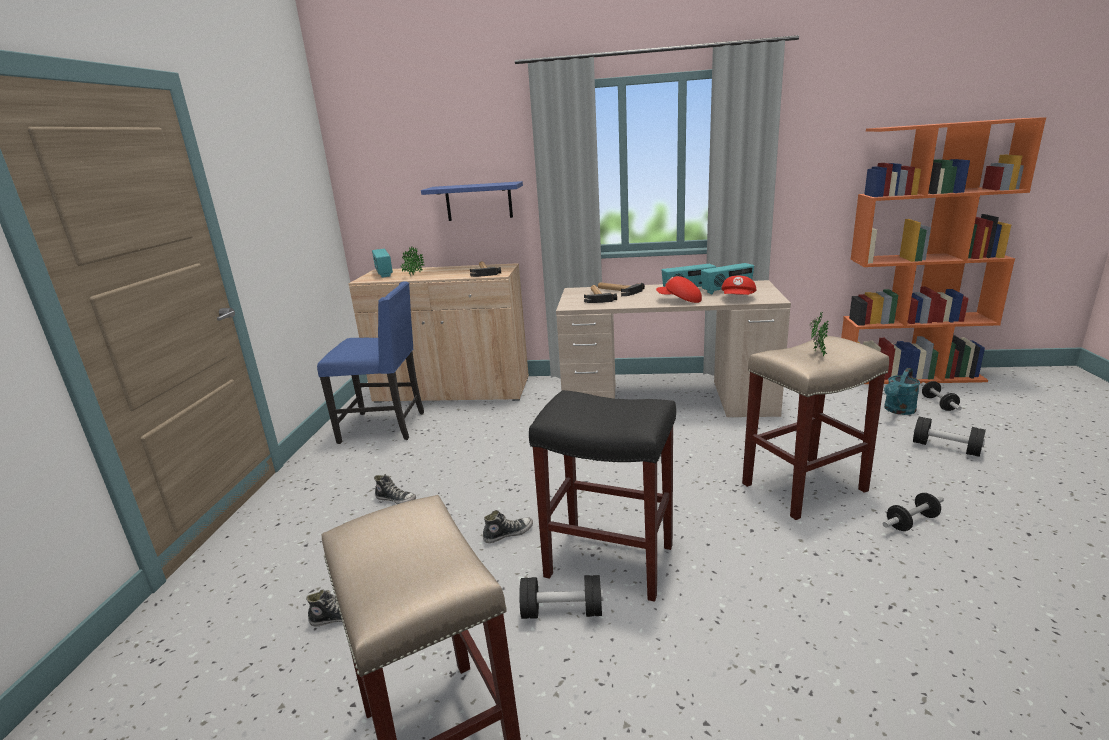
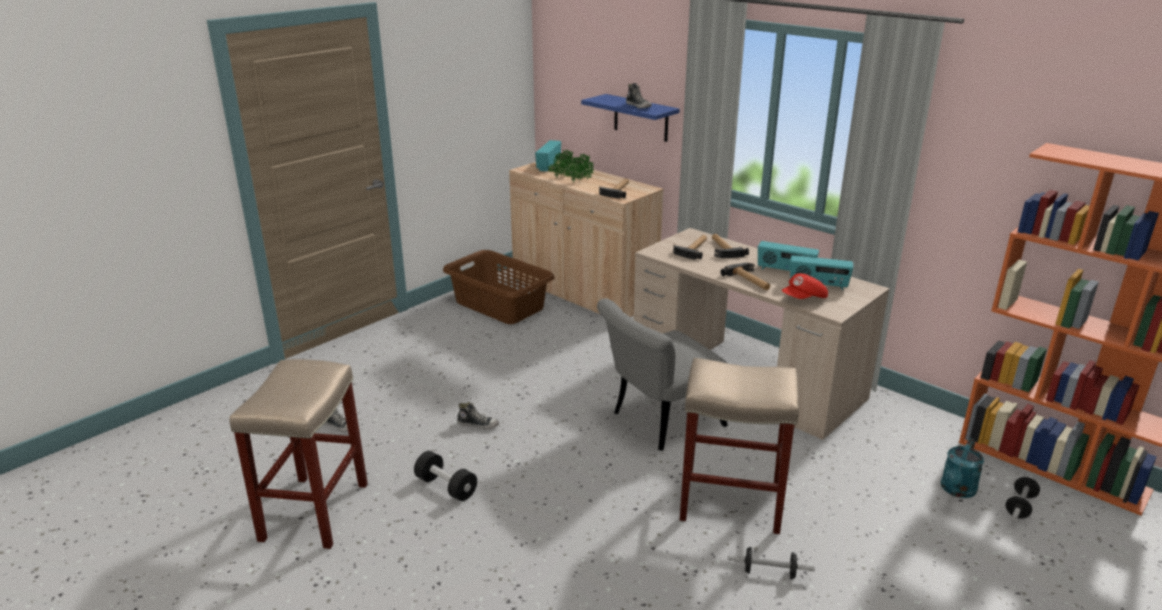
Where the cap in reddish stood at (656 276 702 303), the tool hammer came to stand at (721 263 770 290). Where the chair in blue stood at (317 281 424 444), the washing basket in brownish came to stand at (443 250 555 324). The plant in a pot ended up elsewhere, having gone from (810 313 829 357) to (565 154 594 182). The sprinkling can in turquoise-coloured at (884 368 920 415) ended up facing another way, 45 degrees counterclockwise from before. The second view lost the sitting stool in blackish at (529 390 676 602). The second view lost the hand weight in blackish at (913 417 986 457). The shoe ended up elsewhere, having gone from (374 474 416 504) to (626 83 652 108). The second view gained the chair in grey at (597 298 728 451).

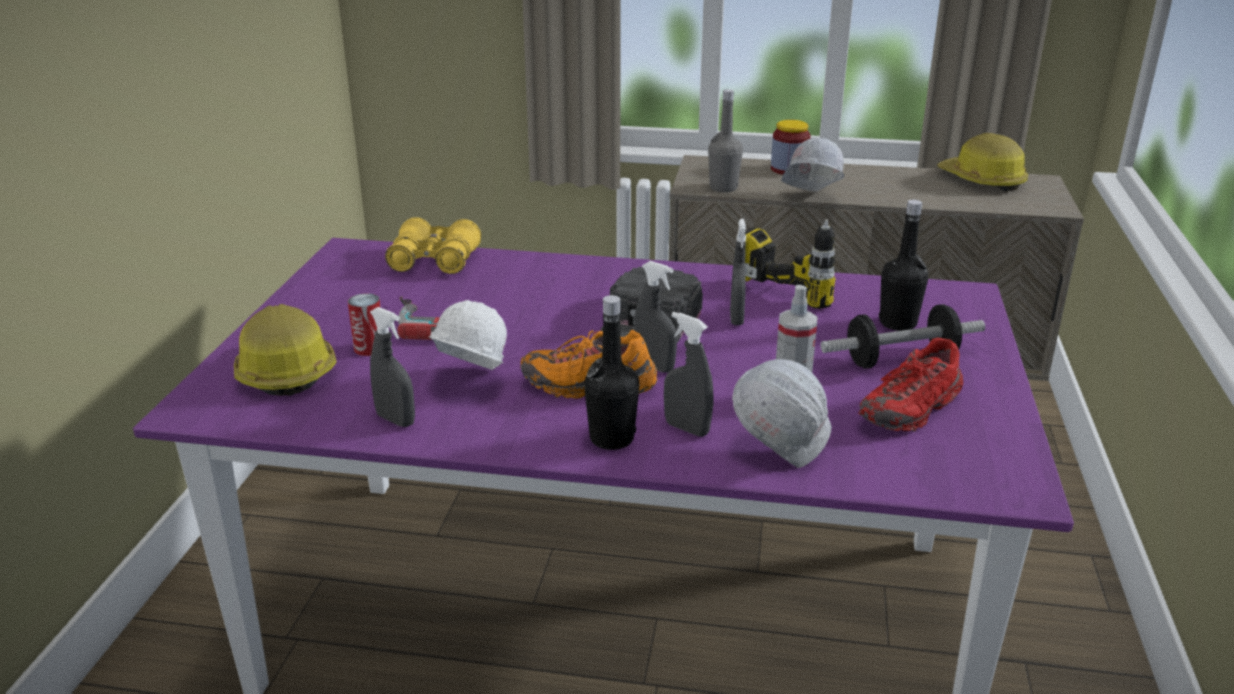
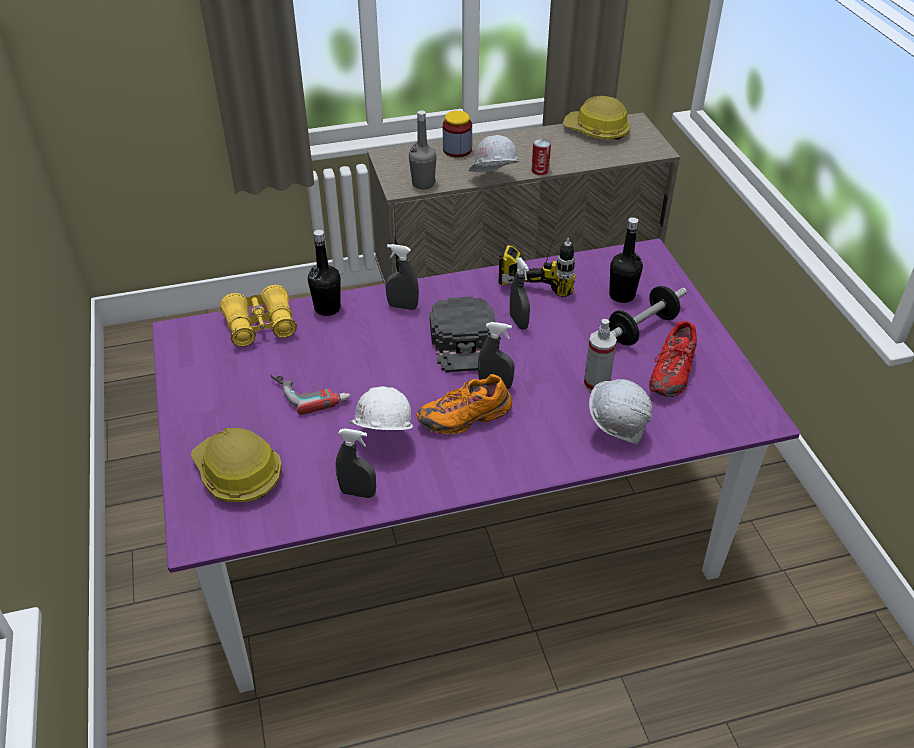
The metal can ended up elsewhere, having gone from (348 293 380 356) to (531 139 551 175). The beverage bottle in blackish ended up elsewhere, having gone from (584 295 639 450) to (308 230 341 316). The spray bottle in grey ended up elsewhere, having gone from (664 312 713 437) to (385 244 419 310).

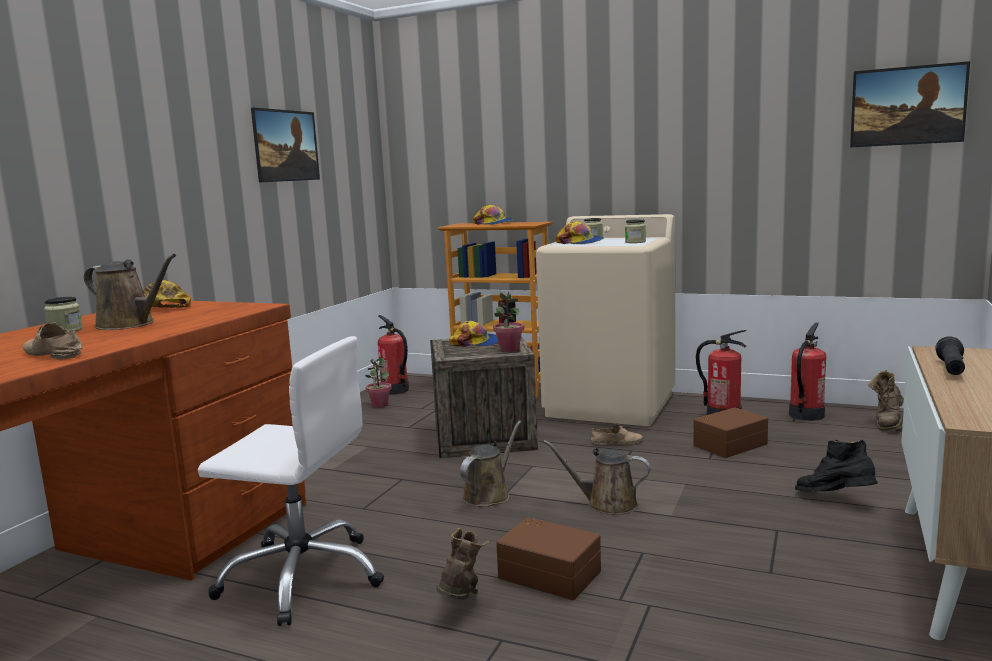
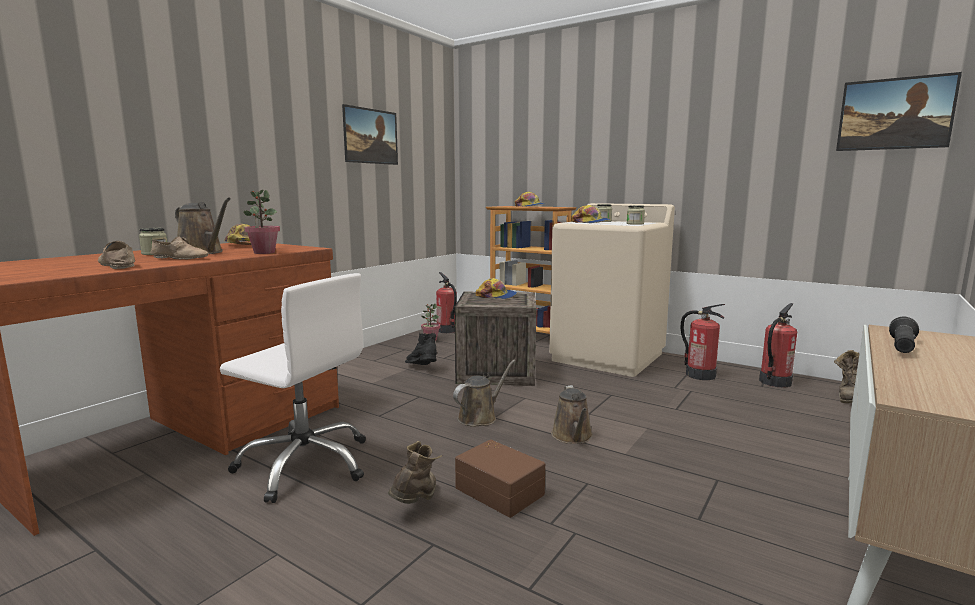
The plant in a pot ended up elsewhere, having gone from (493 291 524 352) to (243 190 280 254). The second view lost the storage box in brownish at (693 407 768 458). The shoe in beige-coloured ended up elsewhere, having gone from (591 424 643 445) to (150 236 209 259). The sprinkling can in brownish at (543 440 651 515) ended up facing another way, 120 degrees counterclockwise from before. The tall boot in blackish ended up elsewhere, having gone from (795 440 878 492) to (405 333 437 365).

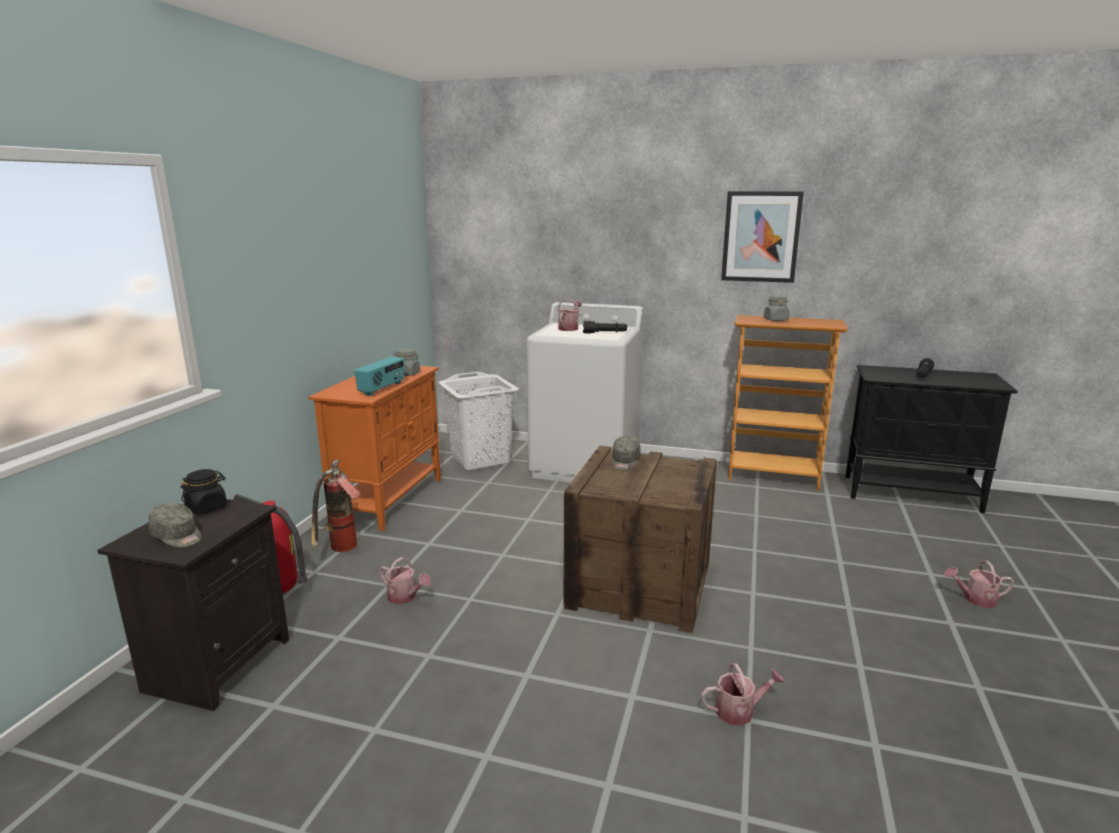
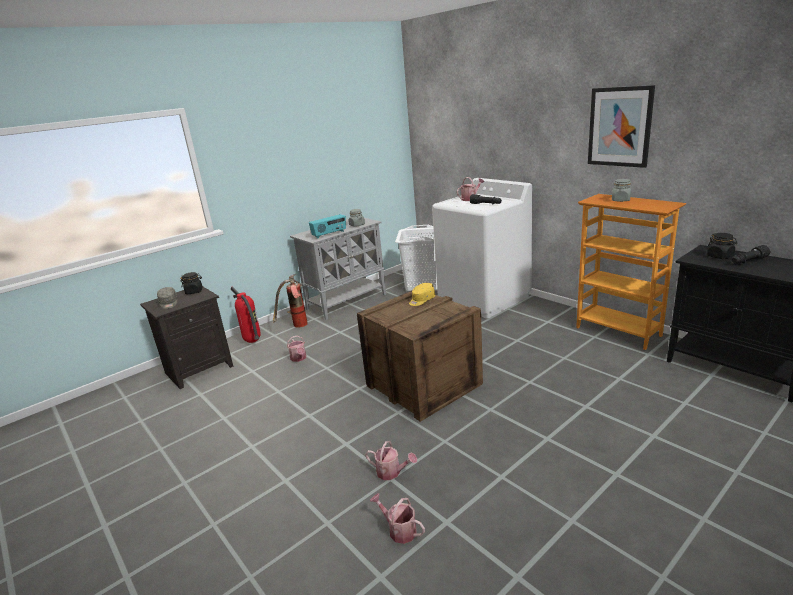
What was the storage cabinet in orange at (308 366 441 531) turned into the storage cabinet in grey at (290 218 386 320). What was the cap in grey at (612 436 641 470) turned into the cap in yellow at (409 283 435 306). The sprinkling can ended up elsewhere, having gone from (945 560 1014 608) to (370 493 425 544). The second view gained the jar in blackish at (707 233 737 259).

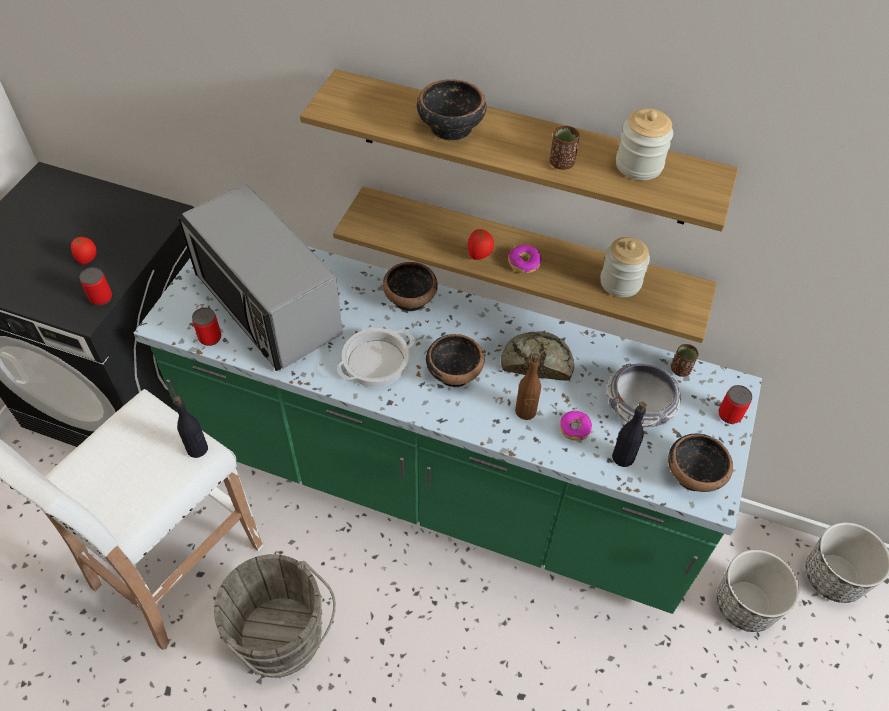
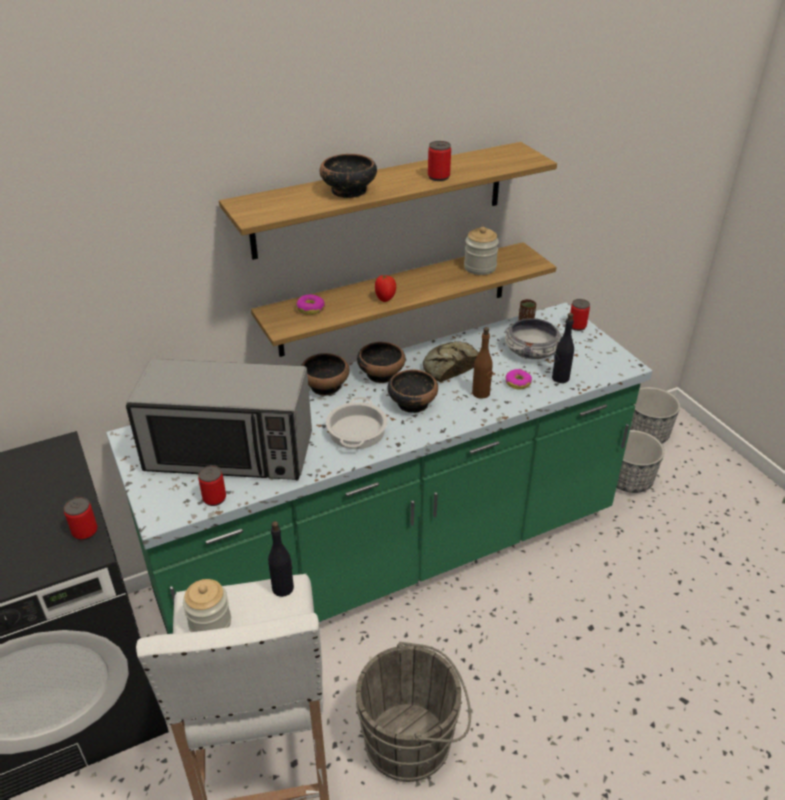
The jar ended up elsewhere, having gone from (616 109 673 180) to (183 579 231 632). Where the drinking cup in brownish stood at (550 126 580 170), the metal can came to stand at (428 141 451 181). The second view lost the fresh tomato at (71 236 97 264). The doughnut ended up elsewhere, having gone from (508 245 542 273) to (296 295 325 315). The deep dish ended up elsewhere, having gone from (668 434 733 492) to (357 342 406 383).

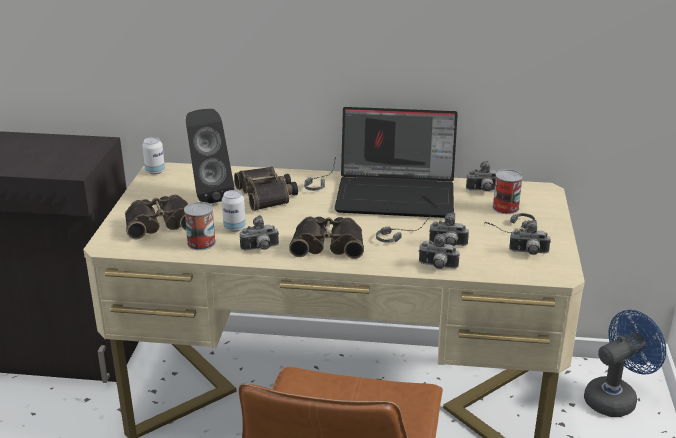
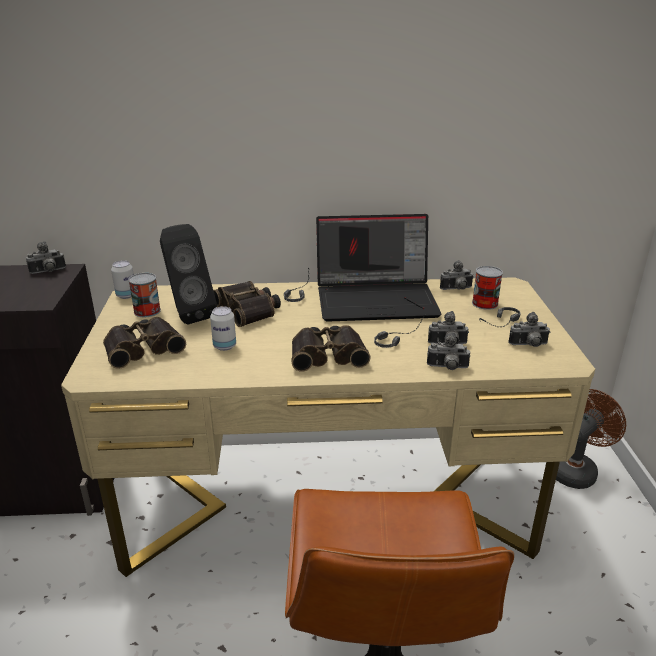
The metal can ended up elsewhere, having gone from (184 202 216 250) to (128 273 161 317). The photo camera ended up elsewhere, having gone from (240 215 279 251) to (26 241 66 274). What was the electric fan in blue at (584 310 666 417) turned into the electric fan in brownish at (556 389 626 489).

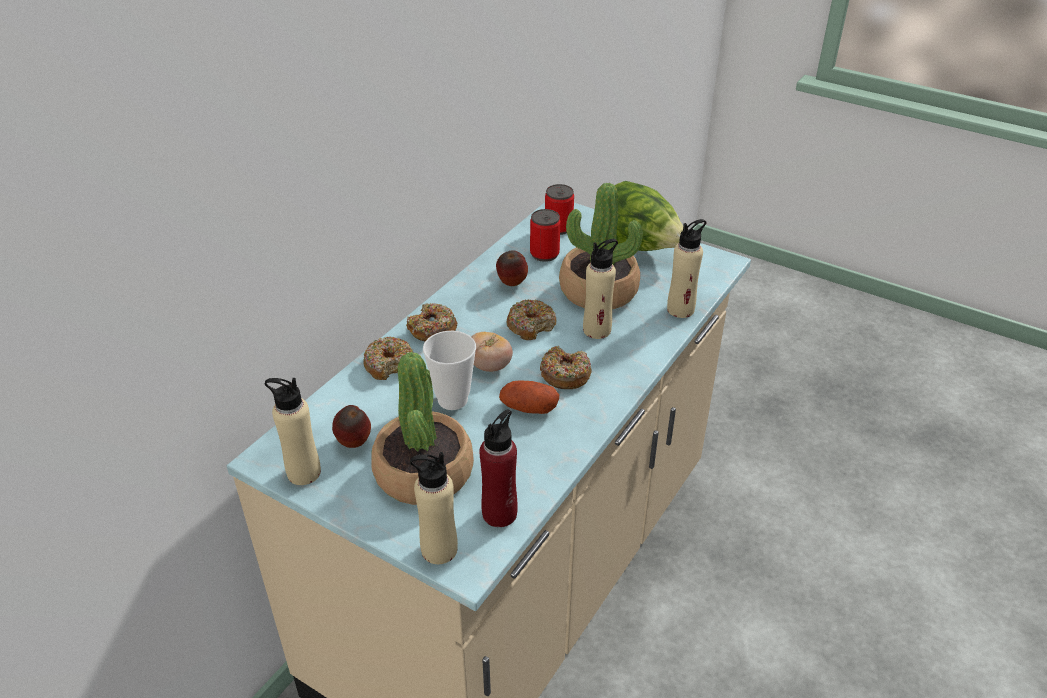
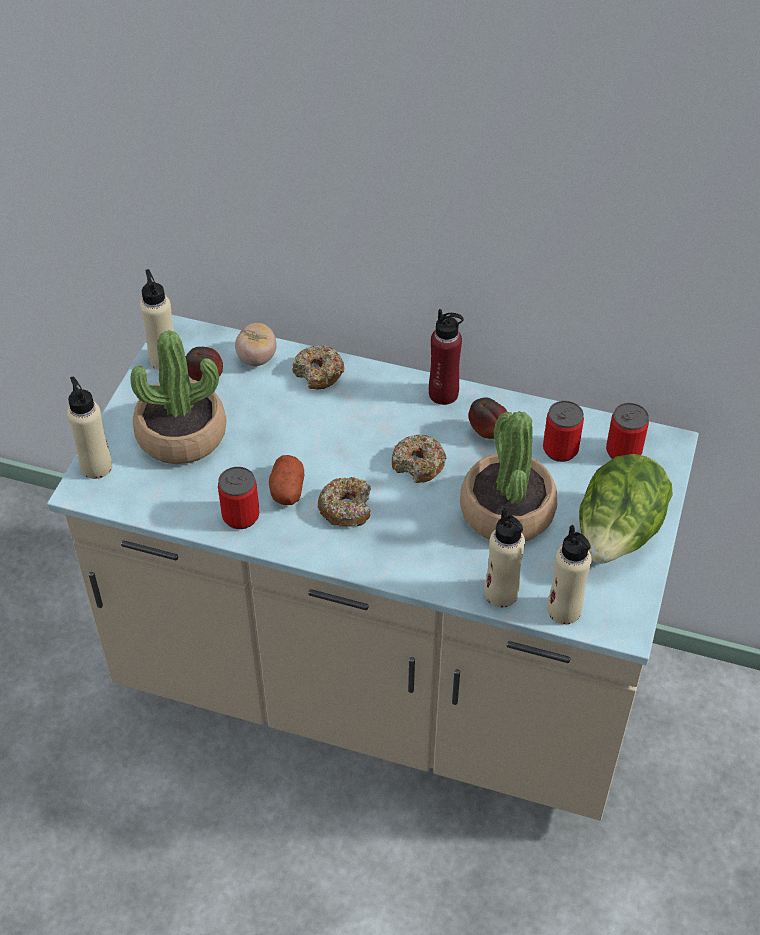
The beverage bottle in beige-coloured ended up elsewhere, having gone from (583 239 618 339) to (547 525 592 624). The second view lost the doughnut at (406 303 457 341). The second view lost the drinking cup at (423 331 476 410). The fresh tomato ended up elsewhere, having gone from (472 332 513 372) to (235 323 276 366). The beverage bottle in reddish ended up elsewhere, having gone from (479 409 518 527) to (429 309 464 405). The second view gained the metal can at (218 467 259 529).

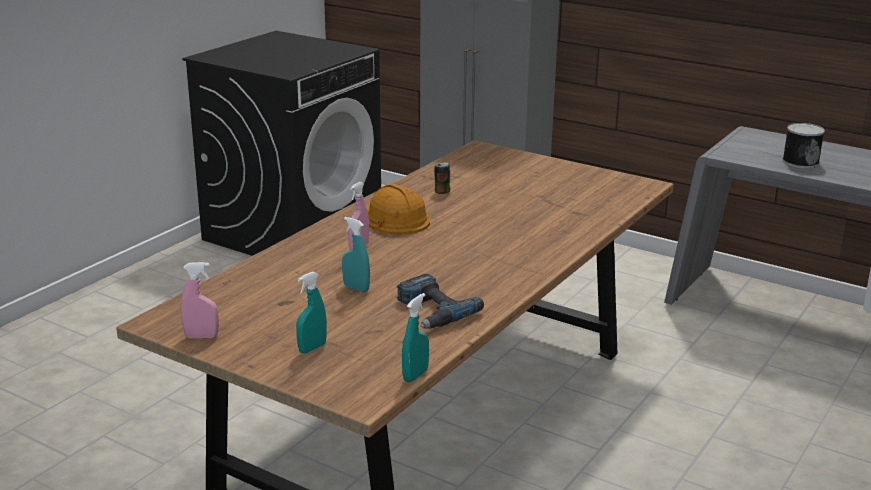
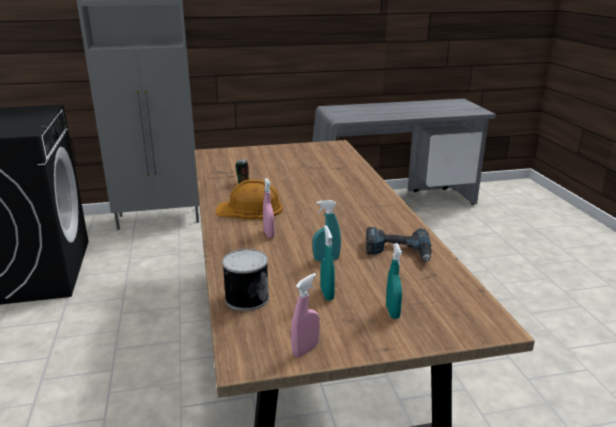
The metal can ended up elsewhere, having gone from (782 123 825 168) to (222 249 269 311). The spray bottle in turquoise-coloured ended up elsewhere, having gone from (402 293 429 382) to (320 225 335 301).

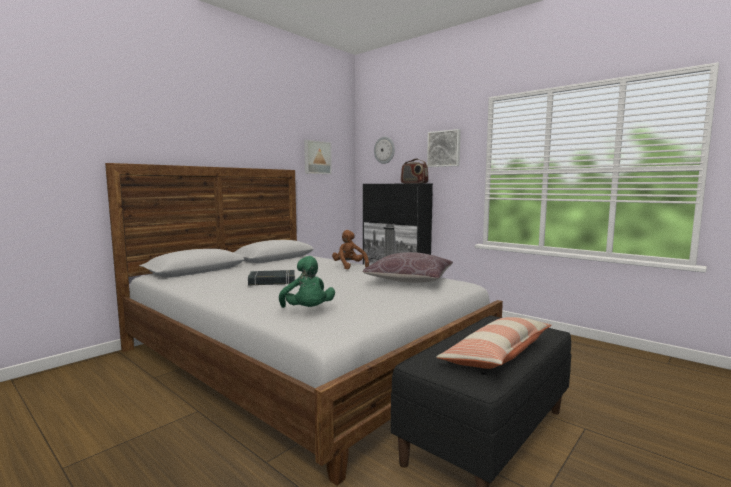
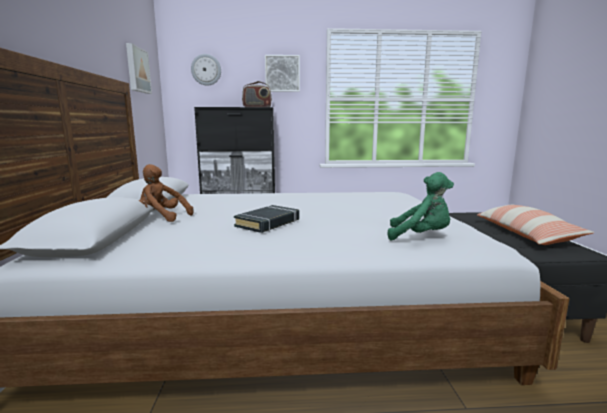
The plush toy in brownish ended up elsewhere, having gone from (332 230 369 270) to (139 164 194 222). The second view lost the pillow in brownish at (362 252 453 283).

